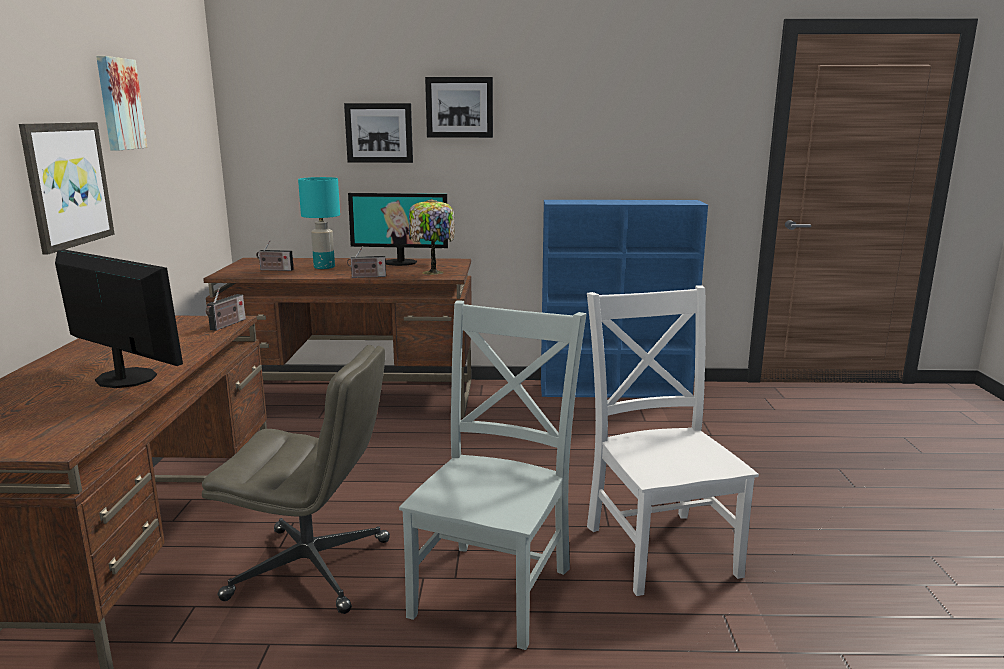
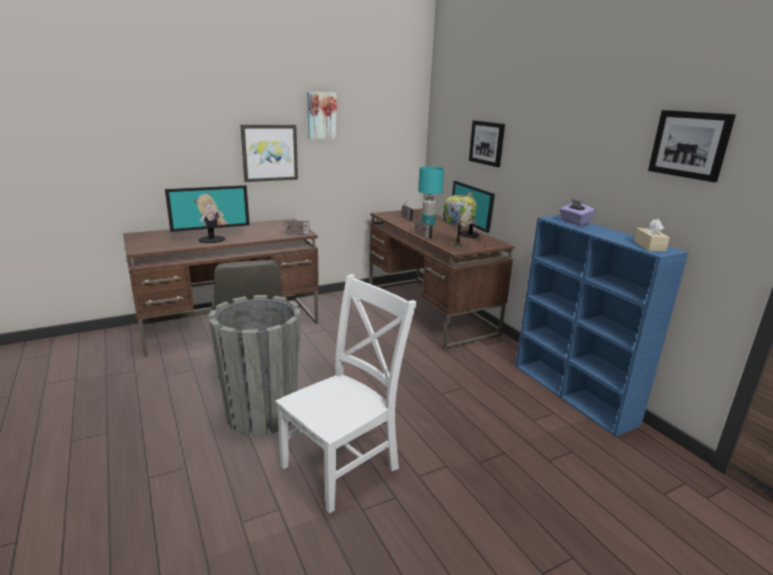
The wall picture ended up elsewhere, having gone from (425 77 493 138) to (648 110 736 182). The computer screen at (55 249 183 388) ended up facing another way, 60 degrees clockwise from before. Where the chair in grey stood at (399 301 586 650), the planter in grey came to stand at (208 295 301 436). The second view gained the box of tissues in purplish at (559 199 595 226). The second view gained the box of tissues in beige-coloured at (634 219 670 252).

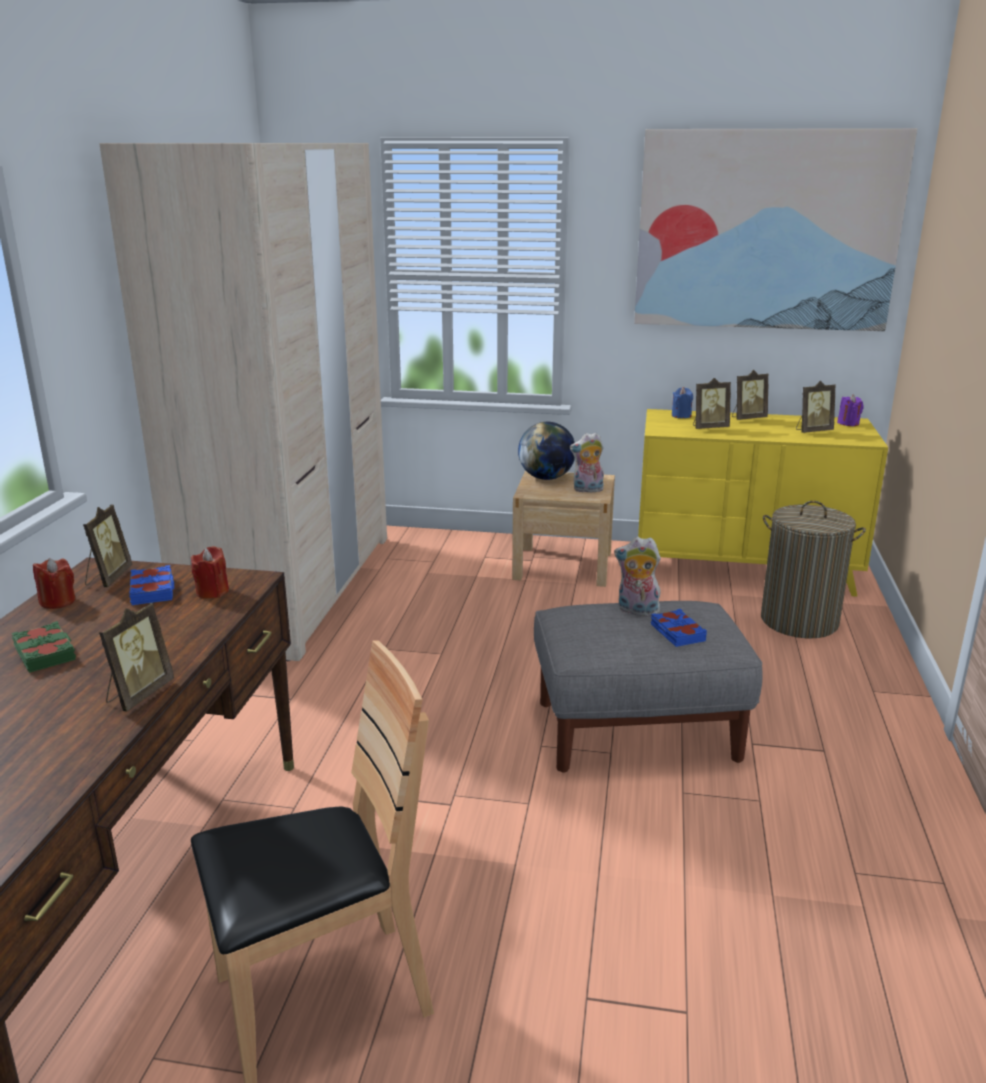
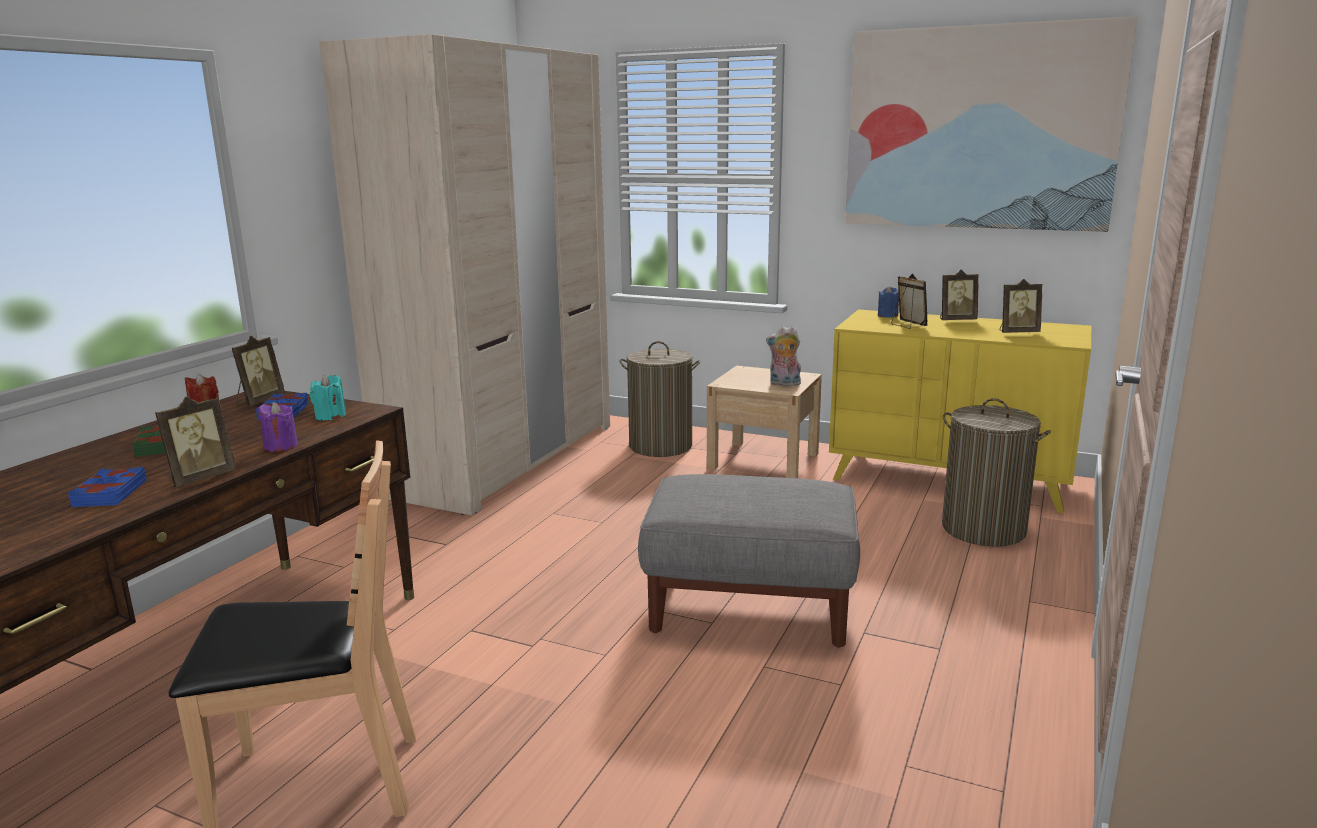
The photo frame at (693 378 731 429) ended up facing another way, 120 degrees counterclockwise from before. The wax candle in purplish ended up elsewhere, having gone from (837 395 863 426) to (258 402 298 452). The second view lost the desk globe at (518 422 575 480). The second view lost the plush toy at (614 537 661 617). What was the wax candle in reddish at (191 546 229 599) turned into the wax candle in turquoise-coloured at (310 375 346 420). The volume in blue ended up elsewhere, having gone from (651 609 707 647) to (68 467 147 507). The second view gained the washing basket at (620 341 701 457).

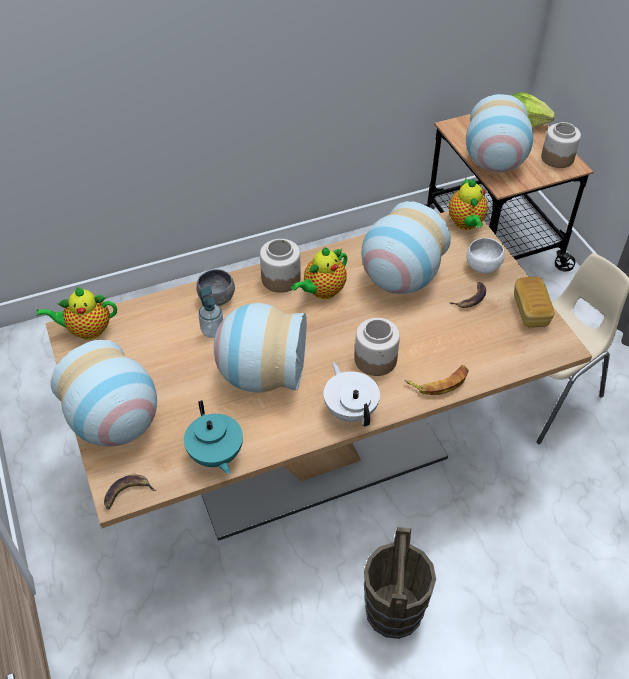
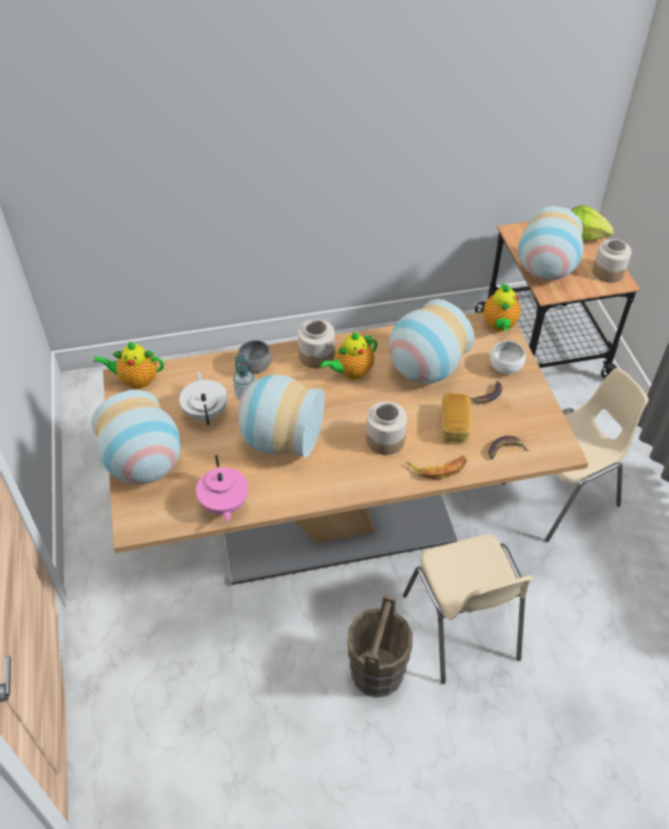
The bakery bread ended up elsewhere, having gone from (514 277 555 328) to (442 393 471 442). The tea pot in whitish ended up elsewhere, having gone from (324 362 380 426) to (179 371 227 425). What was the tea pot in turquoise-coloured at (184 400 243 474) turned into the tea pot in pinkish at (196 454 248 522). The whole banana ended up elsewhere, having gone from (104 475 156 510) to (488 435 529 459). The second view gained the chair in beige-coloured at (403 534 533 684).

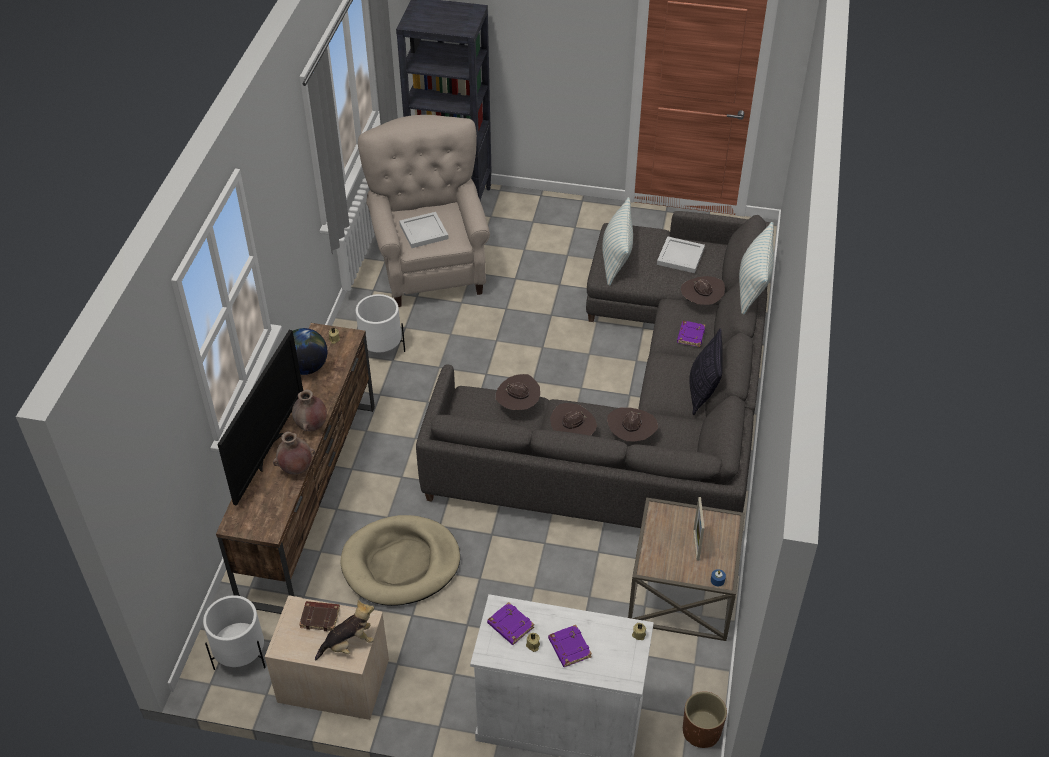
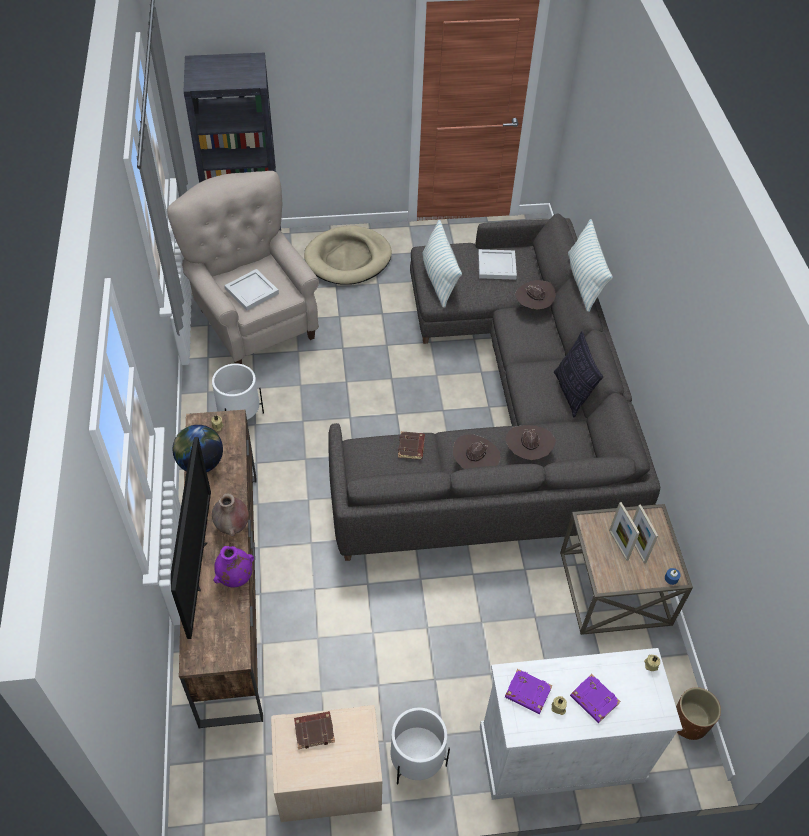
The second view lost the volume in purplish at (677 321 705 347). Where the hat in brownish stood at (496 374 540 410), the volume in brownish came to stand at (398 431 425 460). What was the decorative vase in brownish at (273 431 315 475) turned into the decorative vase in purplish at (213 546 254 588). The pet bed in beige-coloured ended up elsewhere, having gone from (340 515 460 606) to (304 226 392 285). The planter in whitish ended up elsewhere, having gone from (203 595 266 670) to (390 707 450 785). The second view lost the plush toy at (315 600 374 661). The second view gained the photo frame at (609 502 640 561).

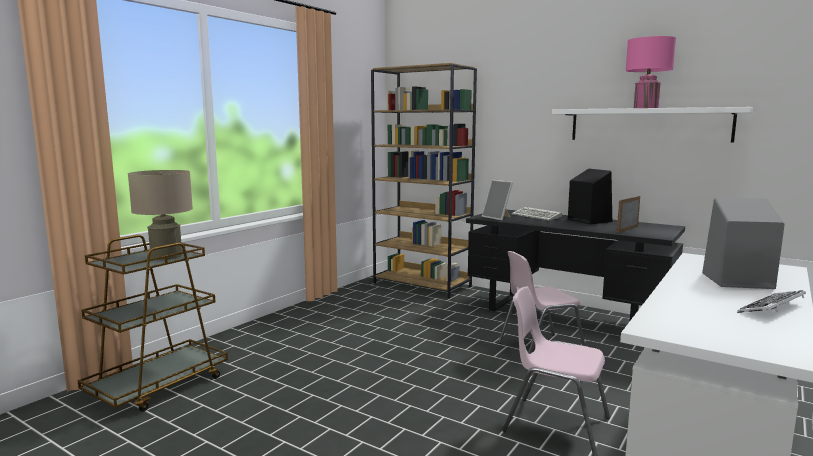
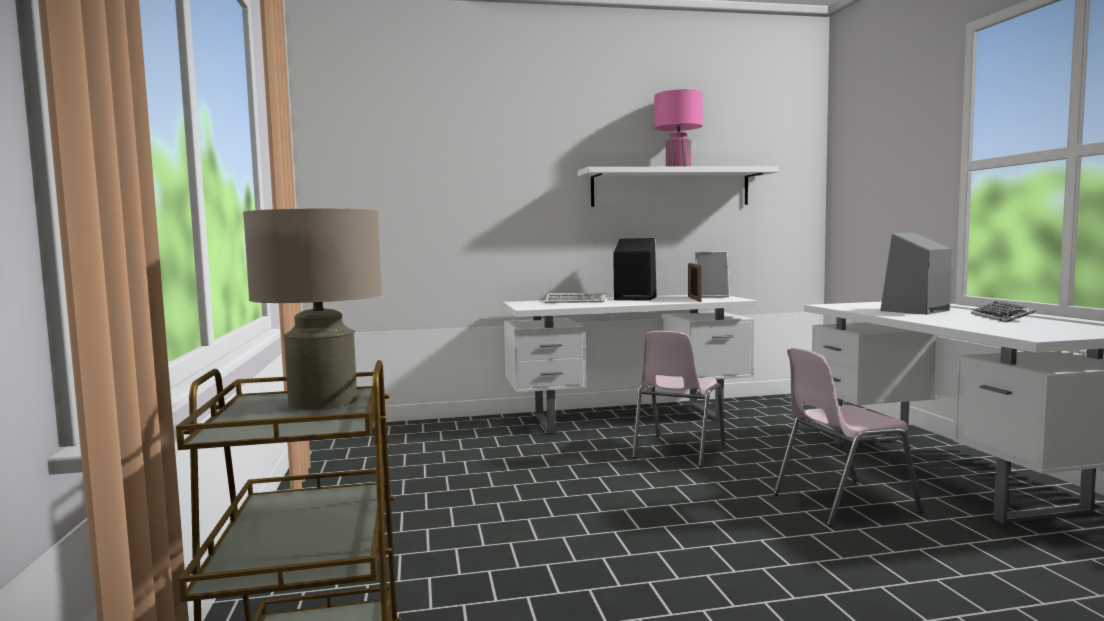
The second view lost the bookcase in brownish at (371 63 477 299). The photo frame ended up elsewhere, having gone from (482 180 513 220) to (695 251 730 298). What was the desk table in blackish at (466 210 685 322) turned into the desk table in whitish at (503 295 758 434).

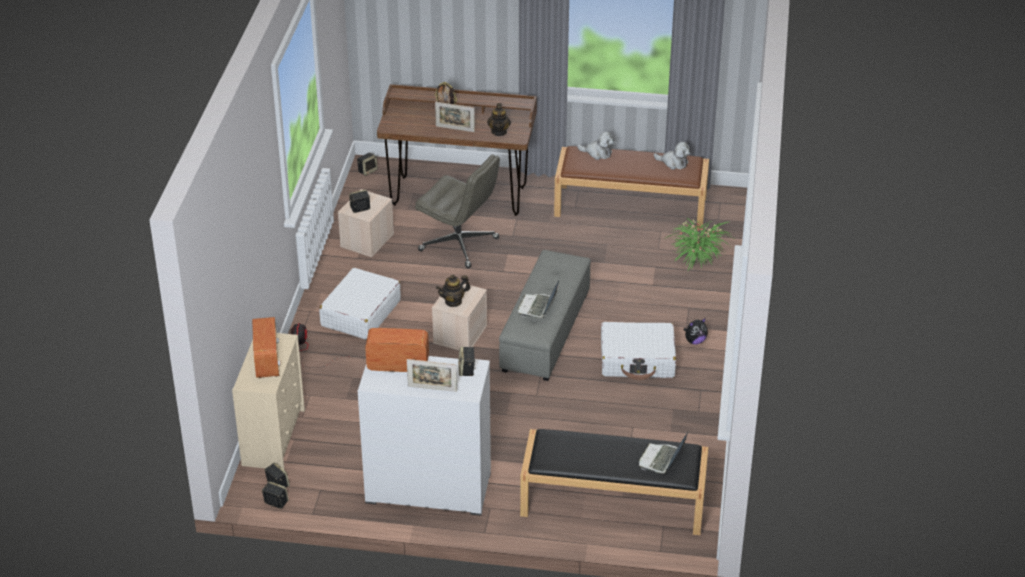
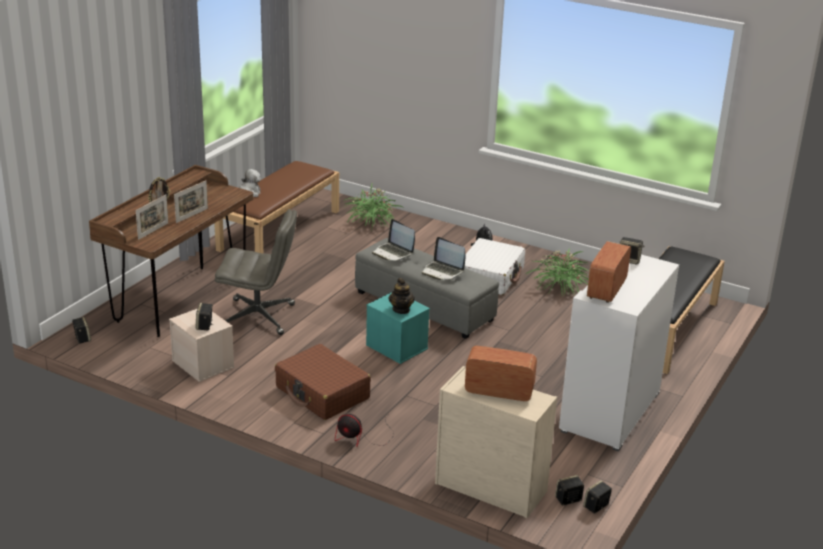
The second view lost the tea pot at (487 103 511 136). The second view lost the plush toy at (654 142 690 170). The office chair in grey at (415 154 500 268) ended up facing another way, 45 degrees clockwise from before. What was the piece of luggage in whitish at (319 268 401 340) turned into the piece of luggage in brownish at (275 344 371 420). What was the storage box in beige-coloured at (432 284 487 350) turned into the storage box in turquoise-coloured at (366 292 430 364). The photo frame ended up elsewhere, having gone from (407 359 457 392) to (136 195 168 240). The portable computer ended up elsewhere, having gone from (639 430 689 474) to (372 219 415 261). The second view gained the plant in a pot at (525 248 589 295).

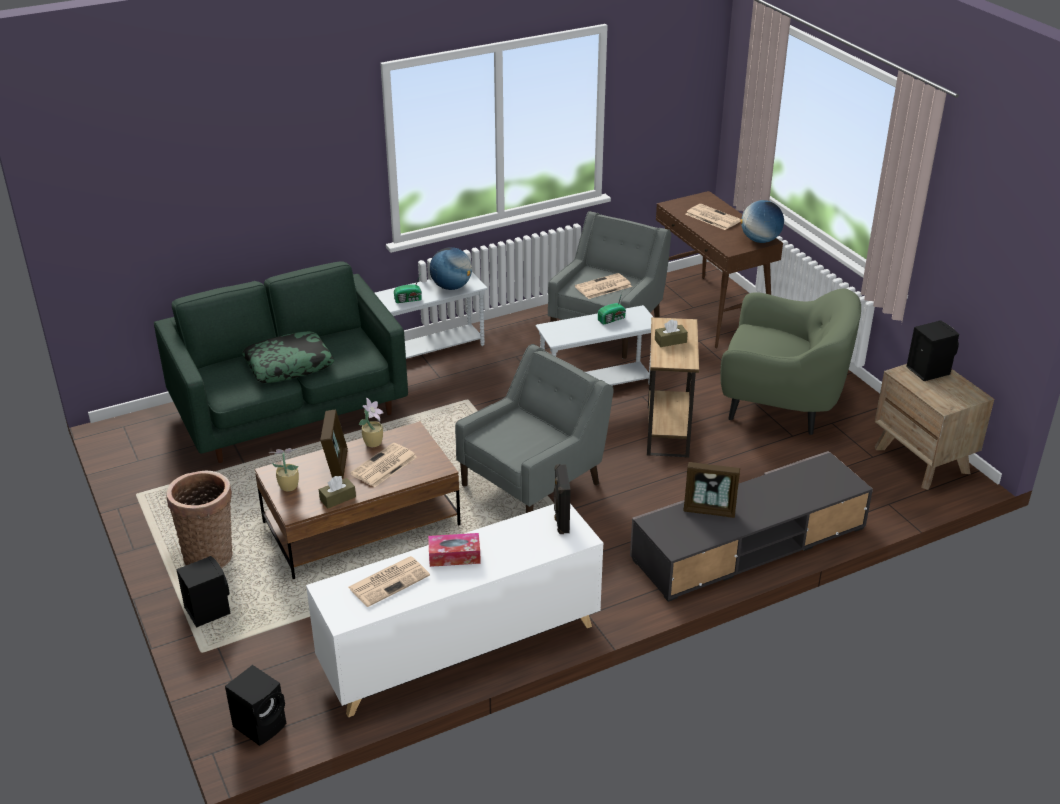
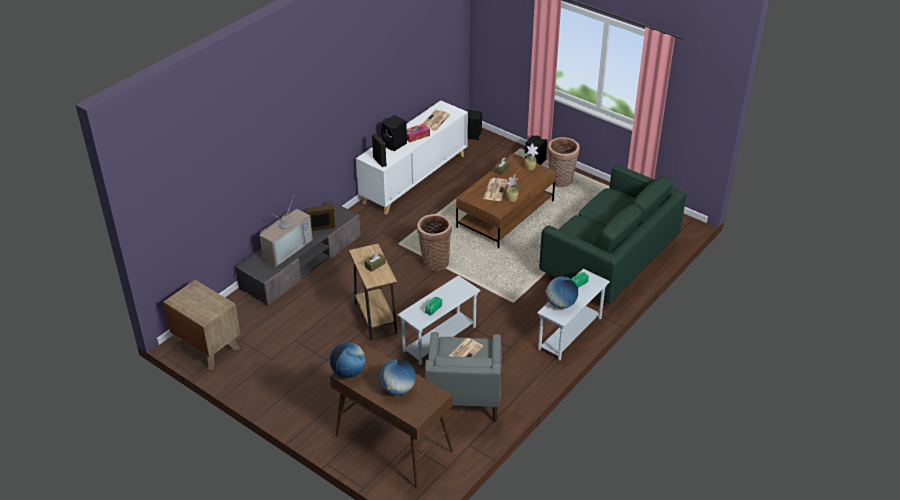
Where the printed paper stood at (686 204 741 230), the desk globe came to stand at (379 359 416 395). The second view lost the lounge chair in green-coloured at (721 289 861 435). The loudspeaker in blackish ended up elsewhere, having gone from (906 320 959 381) to (381 115 407 151). The second view lost the pillow at (242 331 334 383). Where the lounge chair in grey stood at (455 344 614 513), the basket came to stand at (417 214 452 271). The second view lost the photo frame at (320 409 348 478). The second view gained the TV at (259 196 313 267).

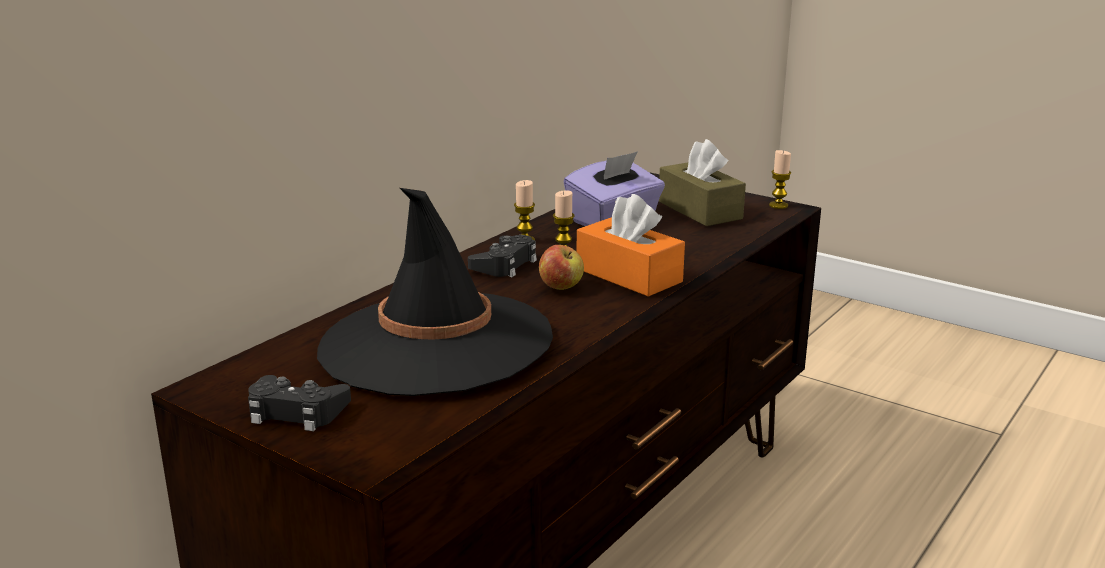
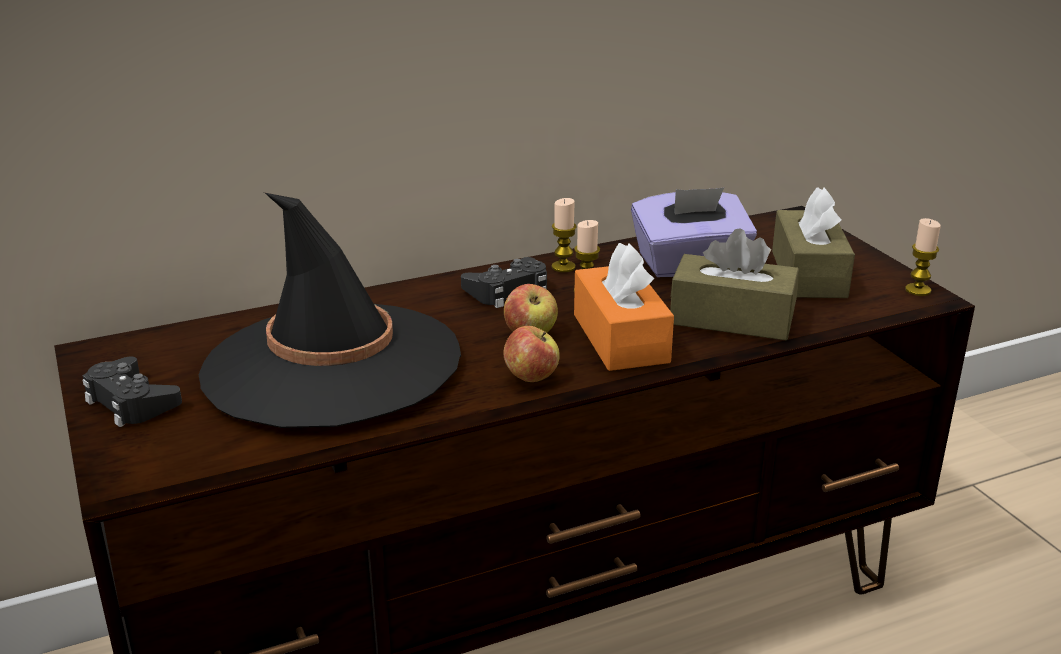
The second view gained the box of tissues in brownish at (670 229 799 340). The second view gained the whole apple at (503 326 560 382).

